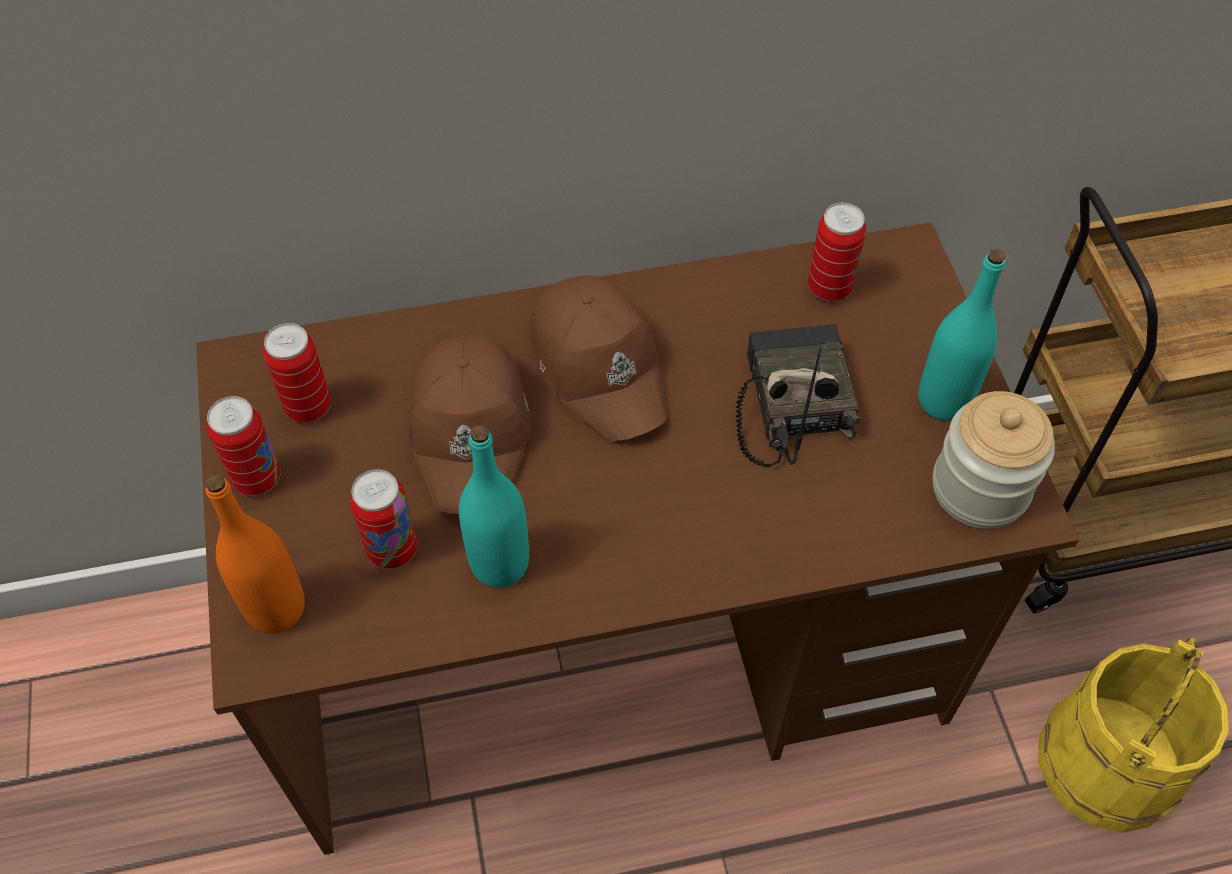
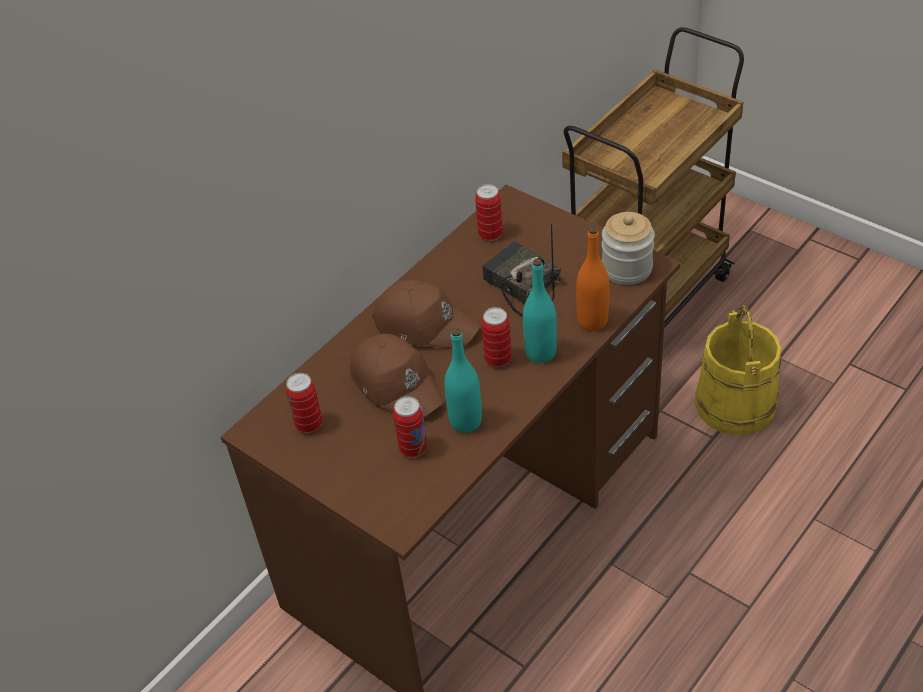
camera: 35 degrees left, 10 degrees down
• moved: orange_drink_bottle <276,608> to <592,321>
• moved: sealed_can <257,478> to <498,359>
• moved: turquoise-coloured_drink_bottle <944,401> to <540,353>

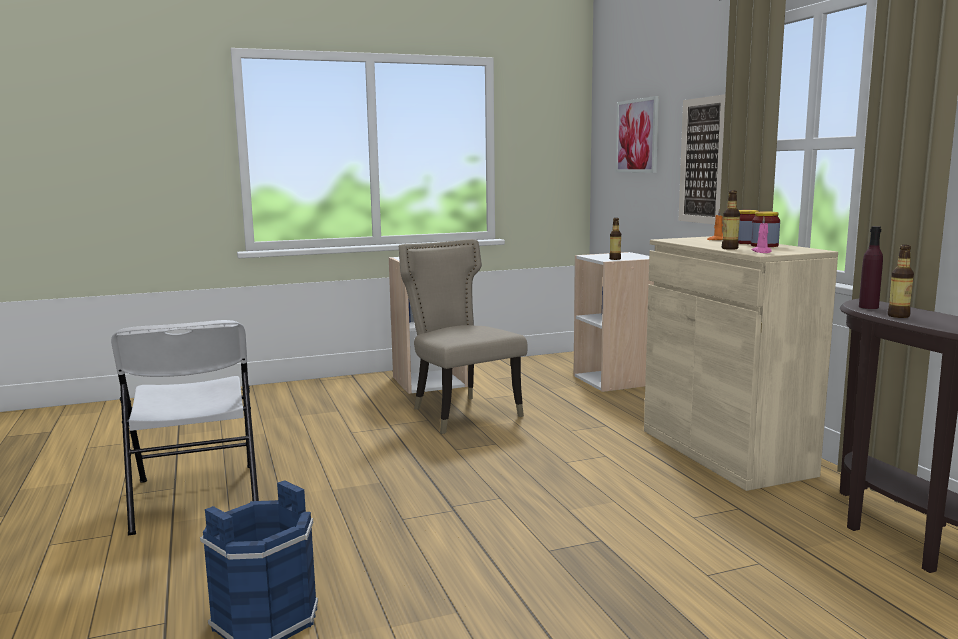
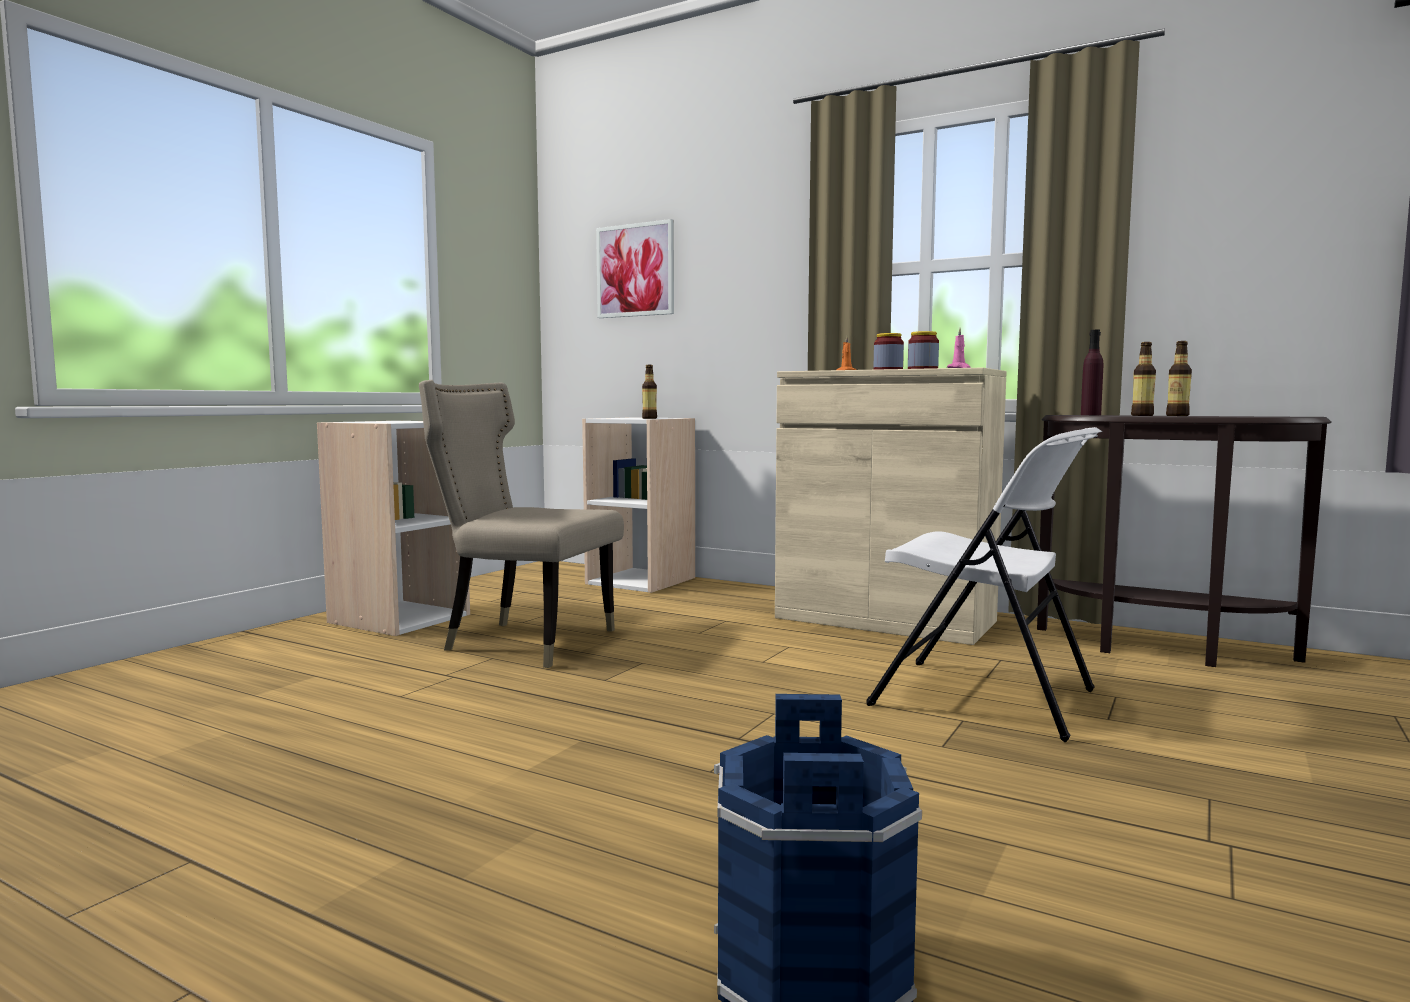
camera: 40 degrees left, 5 degrees down
• moved: whitish_plain_chair <196,498> to <983,698>
• removed: picture <702,161>
• moved: drink_bottle <729,248> to <1177,416>

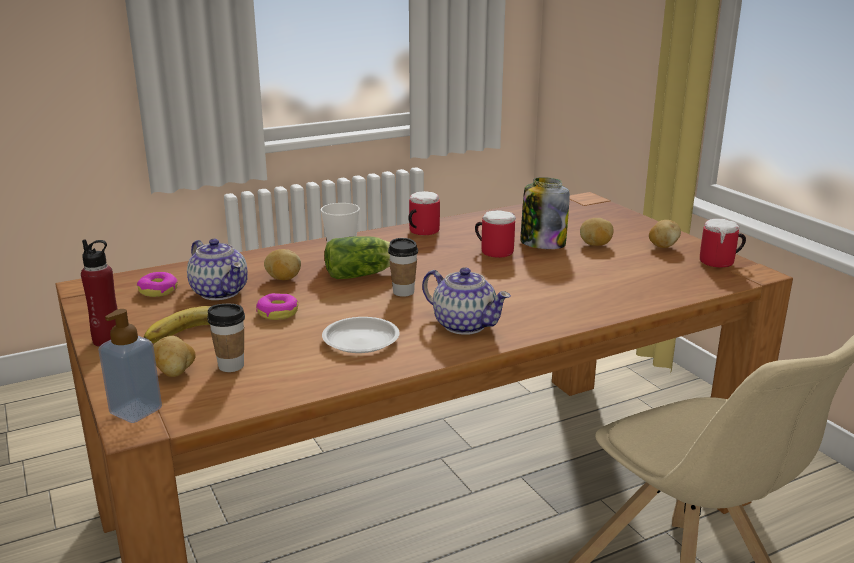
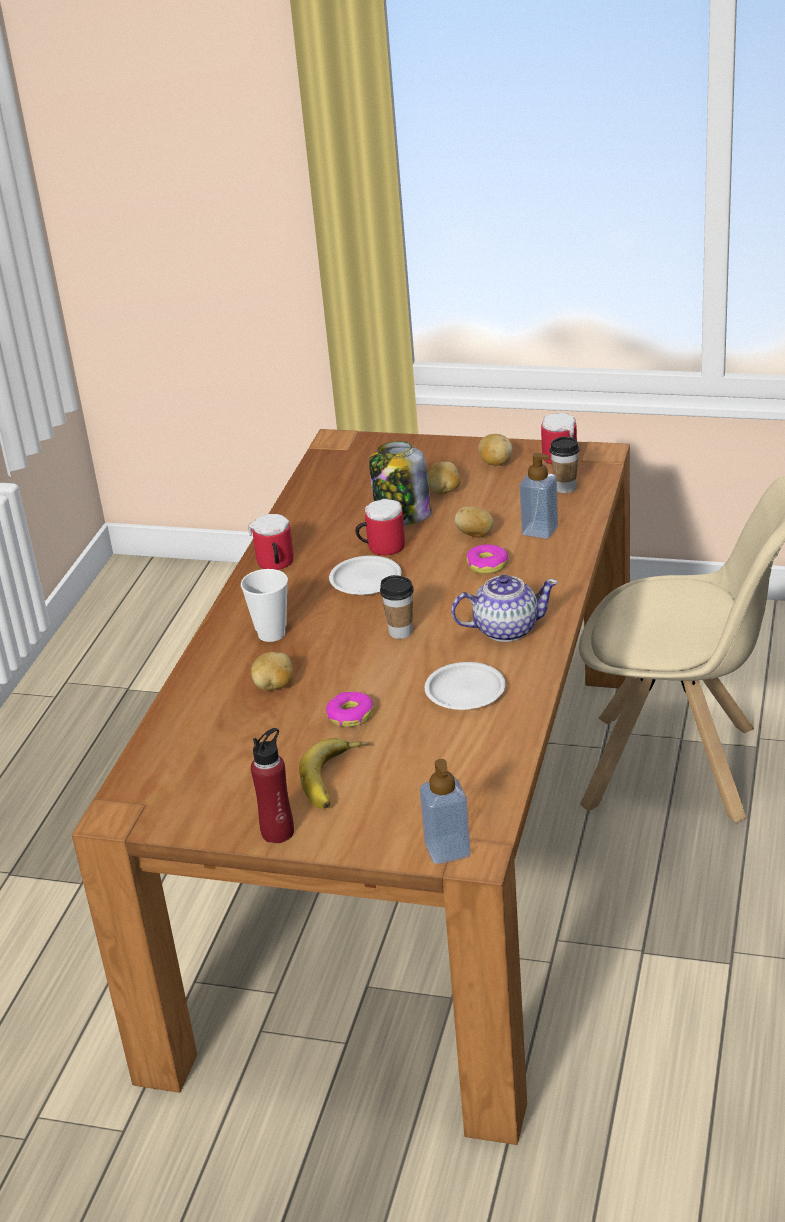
camera: 45 degrees left, 10 degrees up
• moved: doughnut <158,291> to <487,565>
• moved: potato <175,373> to <475,535>
• removed: tea_pot <220,292>
• moved: drinking_cup <231,366> to <565,488>
• removed: lettuce <363,275>
• added: whitish_flat_dish <366,581>
• added: soap_bottle <540,530>

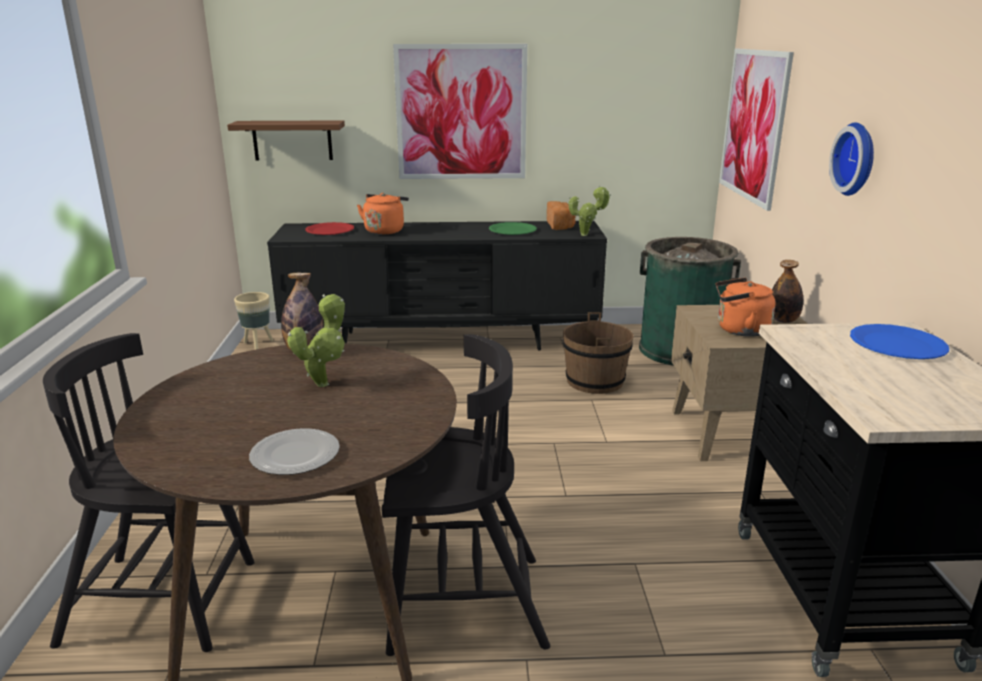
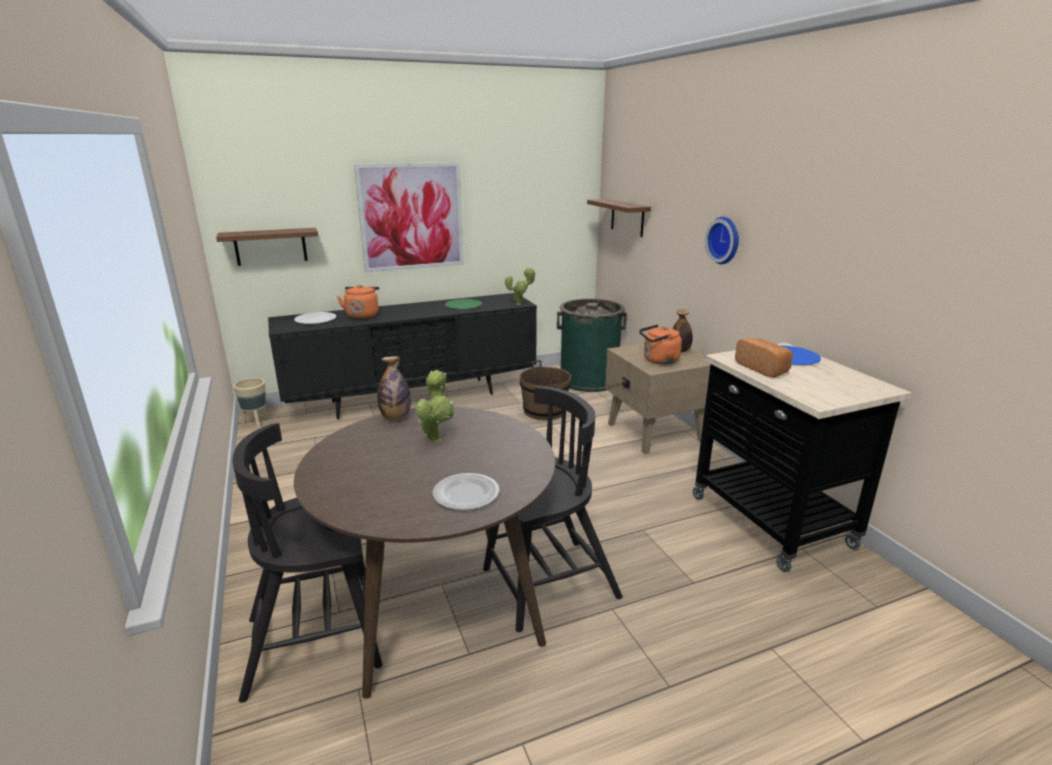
camera: 20 degrees left, 0 degrees up
• recoloured: reddish_flat_dish <330,230> to whitish_flat_dish <315,319>
• moved: bakery_bread <561,226> to <763,368>
• replaced: picture <753,125> to brown-coloured_bracket_shelf <627,217>

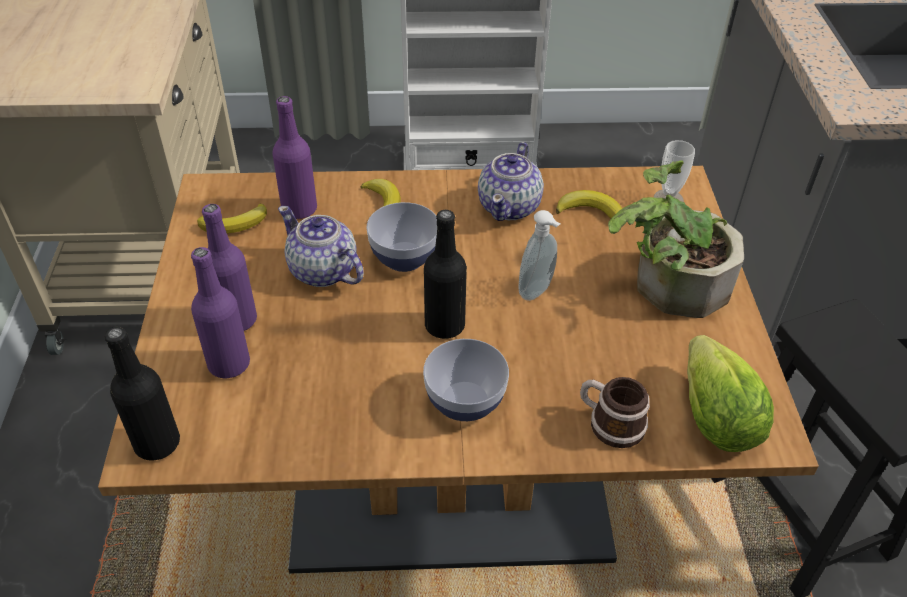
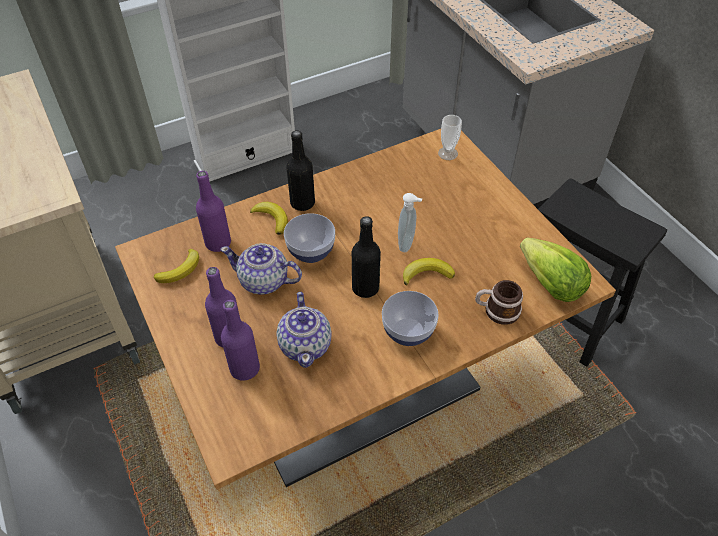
camera: 25 degrees left, 5 degrees up
• moved: black-coloured_drink_bottle <157,443> to <302,203>
• moved: tea_pot <510,206> to <306,345>
• moved: banana <590,211> to <426,274>
• removed: plant_in_a_pot <667,283>

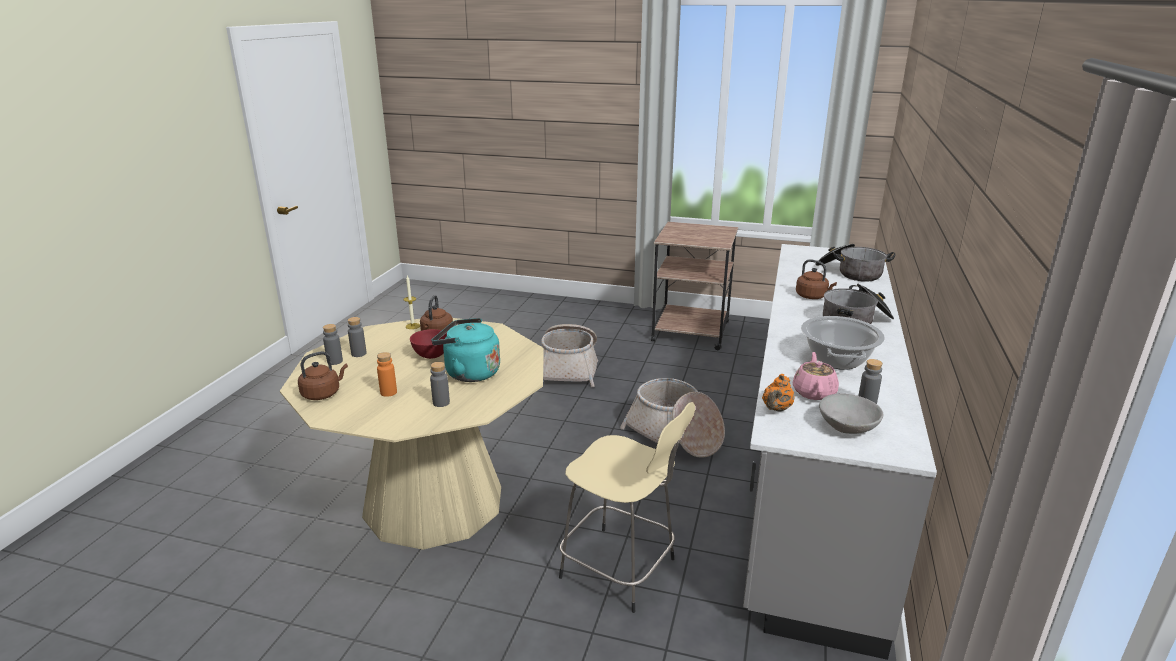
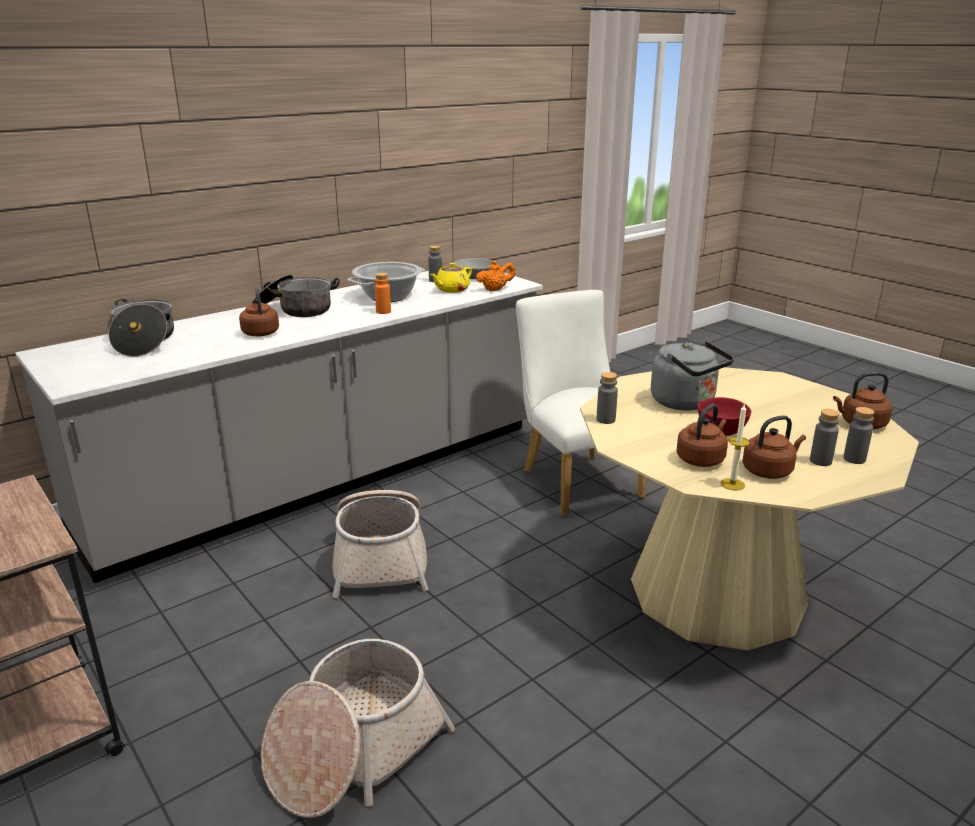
camera: 145 degrees left, 0 degrees up
• moved: orange_drink_bottle <388,392> to <383,311>
• moved: gray_drink_bottle <441,403> to <605,420>
• recoloured: turquoise-coloured_tea_kettle <469,373> to gray_tea_kettle <686,403>
• replaced: beige-coloured_stool_seat <621,570> to whitish_plain_chair <576,480>
• recoloured: pinkish_tea_pot <814,392> to yellow-coloured_tea_pot <451,290>
• added: brown-coloured_tea_kettle <769,471>

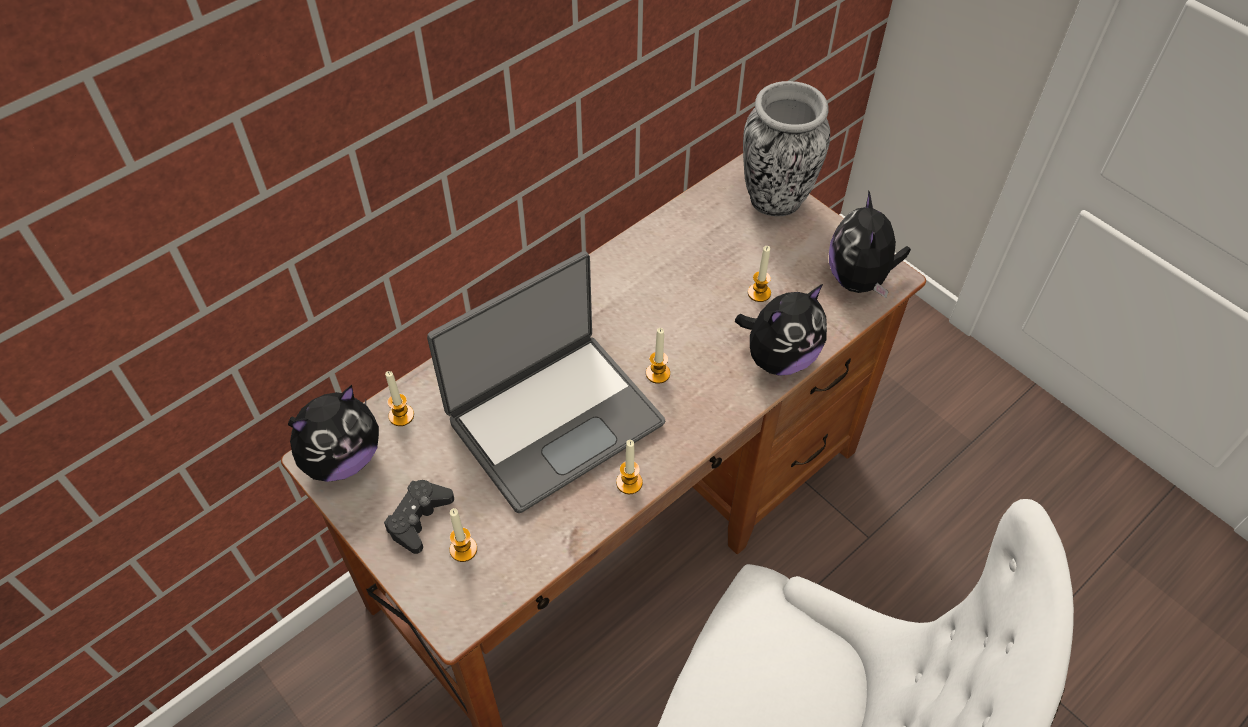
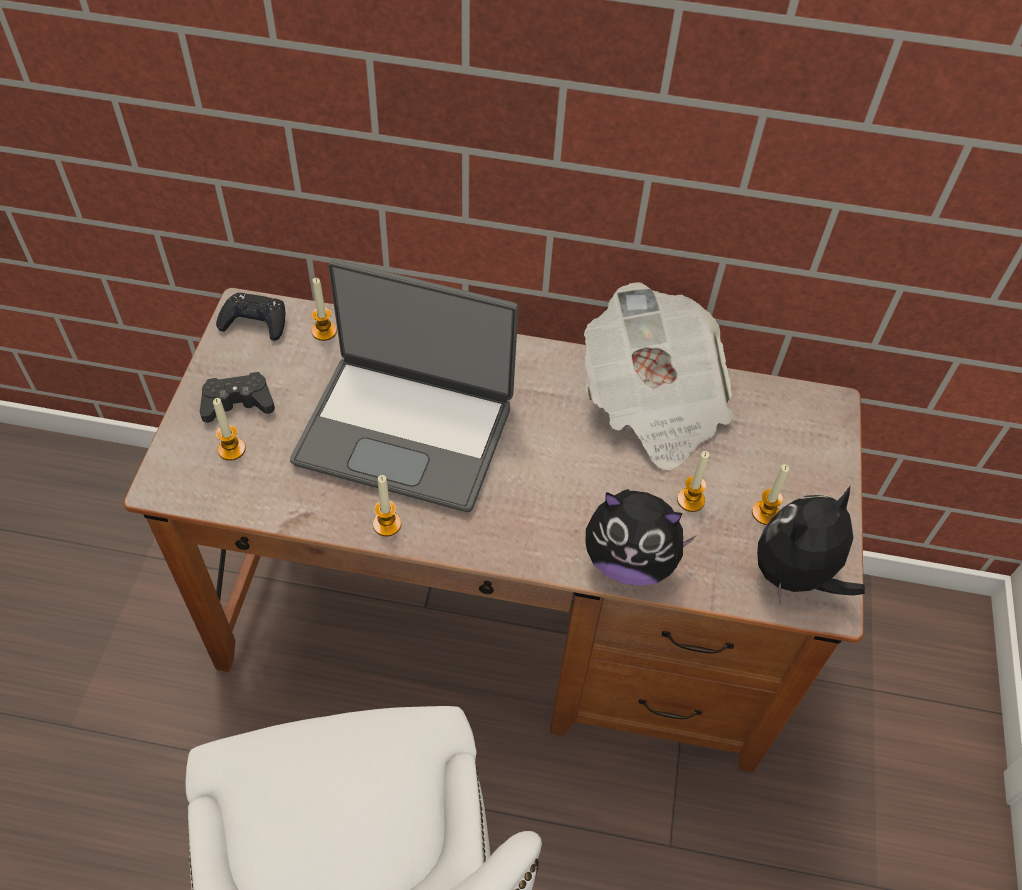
camera: 50 degrees right, 0 degrees up
• replaced: plush_toy <342,458> to black-coloured_joypad <255,322>
• moved: candle <658,373> to <765,513>
• removed: flower_vase <775,200>
• added: daily_paper <653,403>

